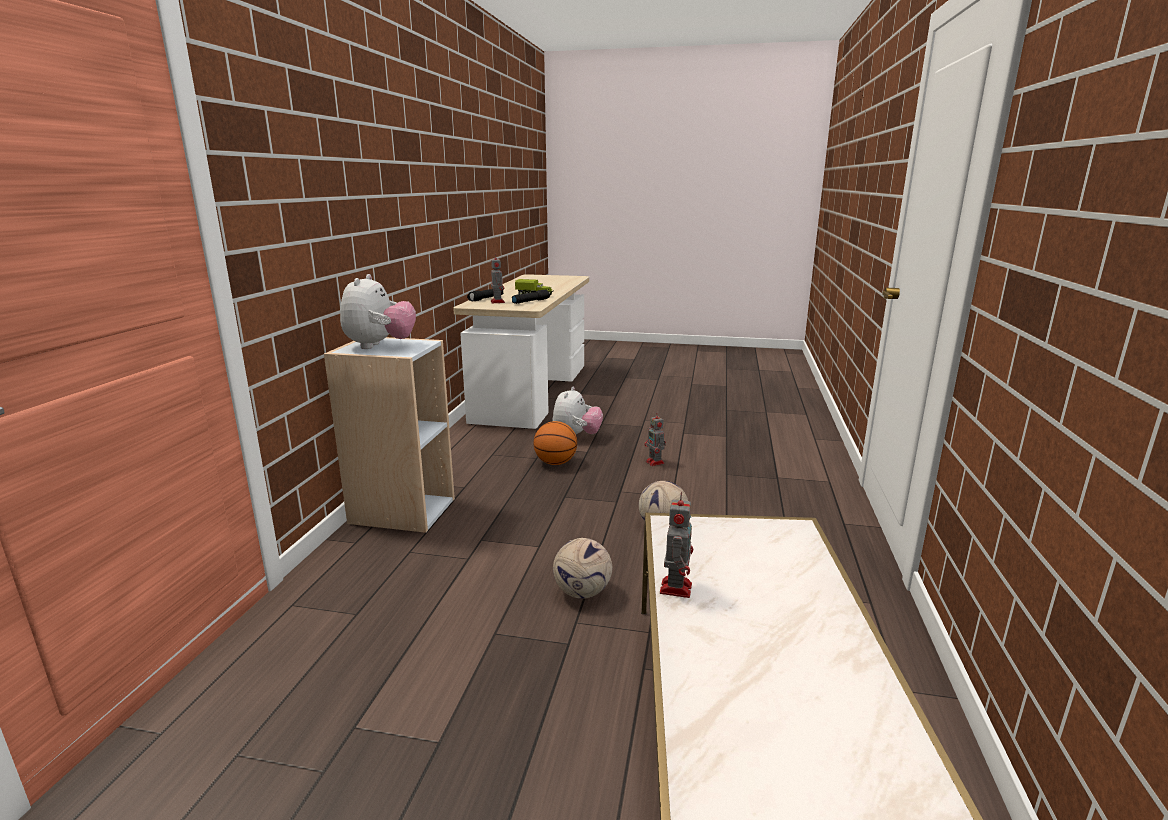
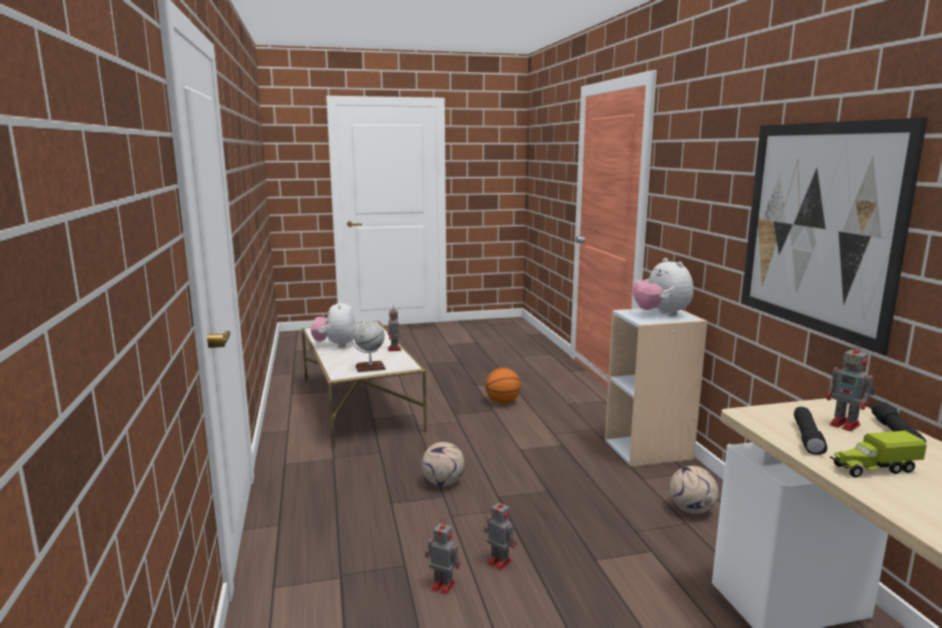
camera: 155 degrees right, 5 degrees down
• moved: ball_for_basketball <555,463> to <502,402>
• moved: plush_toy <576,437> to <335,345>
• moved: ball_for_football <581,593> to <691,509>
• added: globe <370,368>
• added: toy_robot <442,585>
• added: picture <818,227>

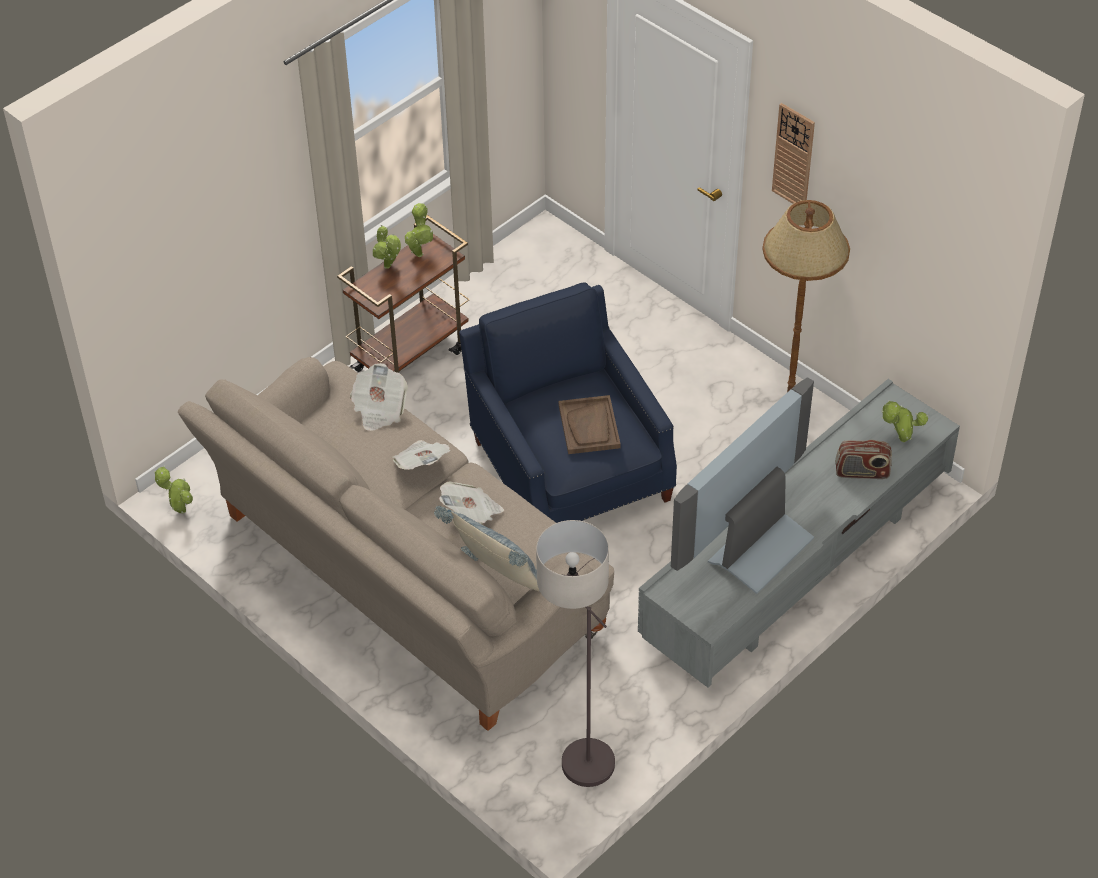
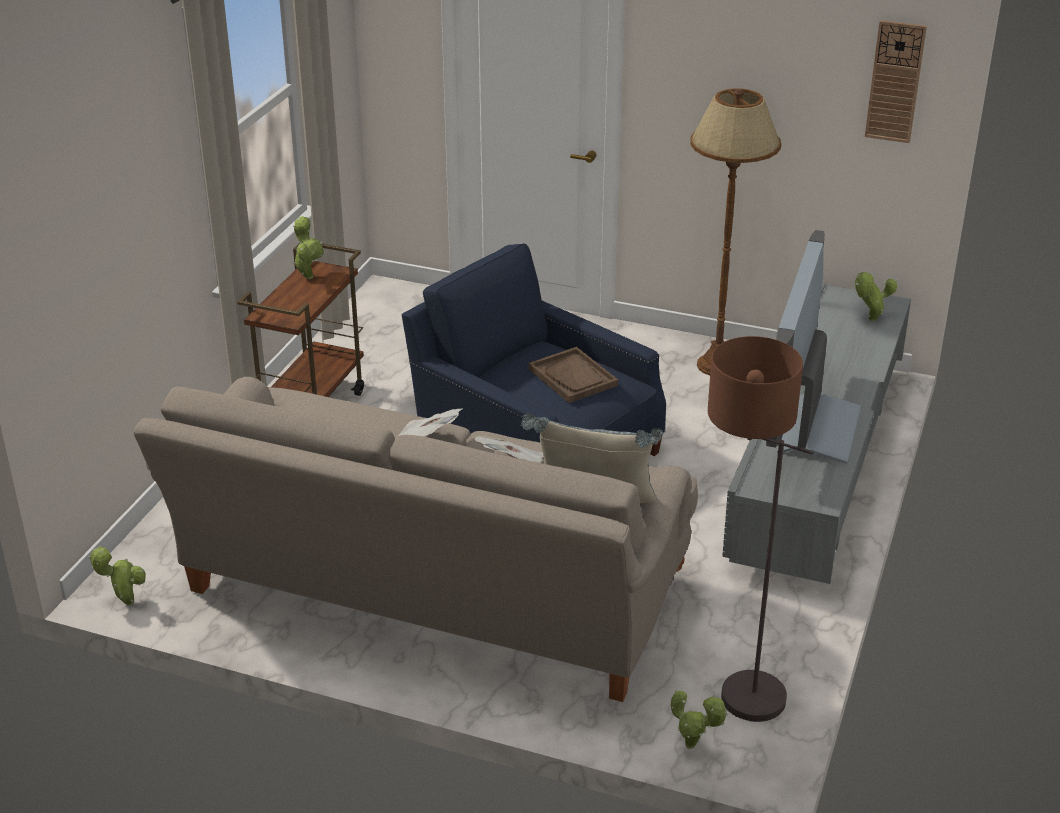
camera: 25 degrees left, 15 degrees down
• removed: daily_paper <379,409>
• moved: plant_in_a_pot <388,267> to <693,747>
• recoloured: gray_floor_lamp <578,753> to brown-coloured_floor_lamp <735,692>
• moved: hanging_clock <793,156> to <895,82>
• removed: radio <862,472>

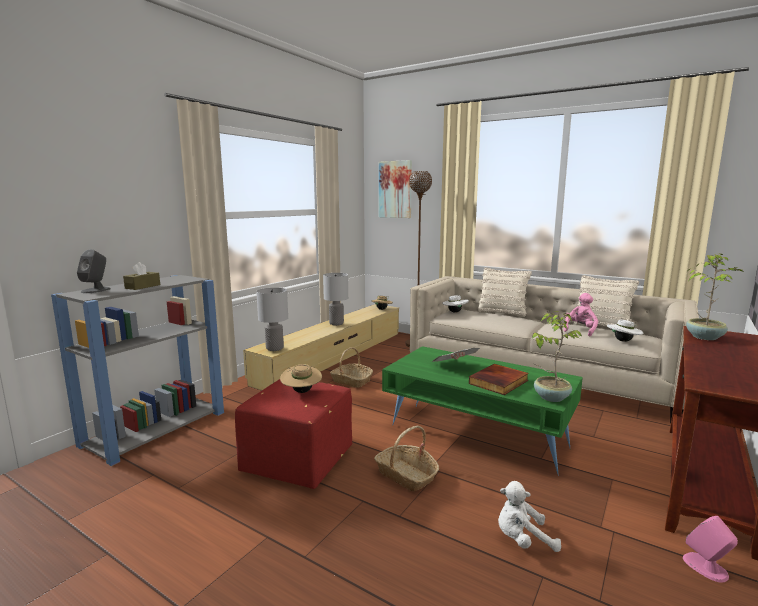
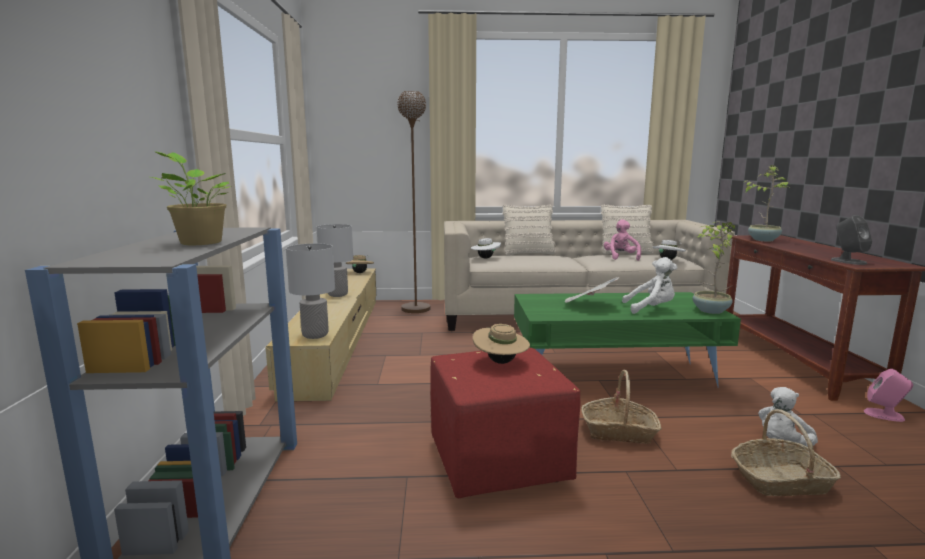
camera: 35 degrees left, 0 degrees up
• moved: gray_audio_speaker <96,290> to <848,261>
• replaced: brown-coloured_box_of_tissues <143,286> to plant_in_a_pot <199,242>
• moved: basket <351,381> to <781,481>
• removed: picture <395,189>
• replaced: volume <499,382> to whitish_plush_toy <651,309>

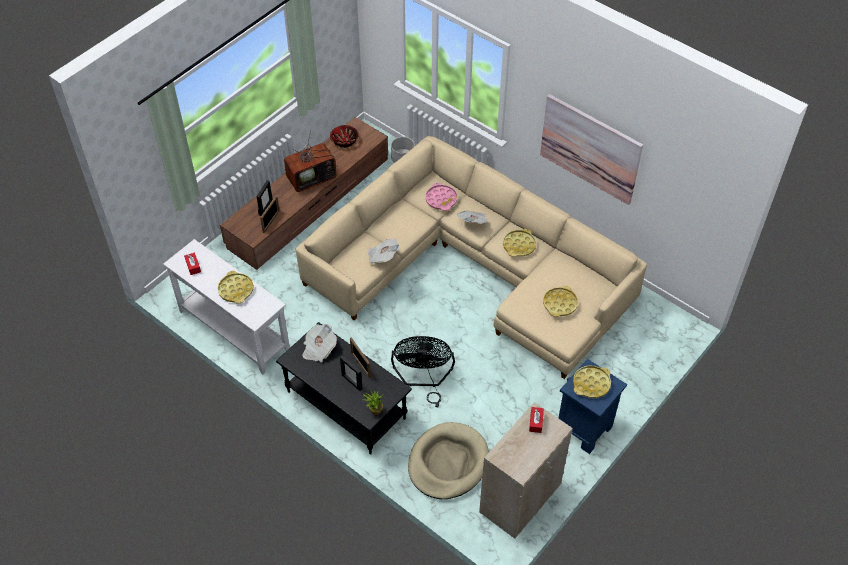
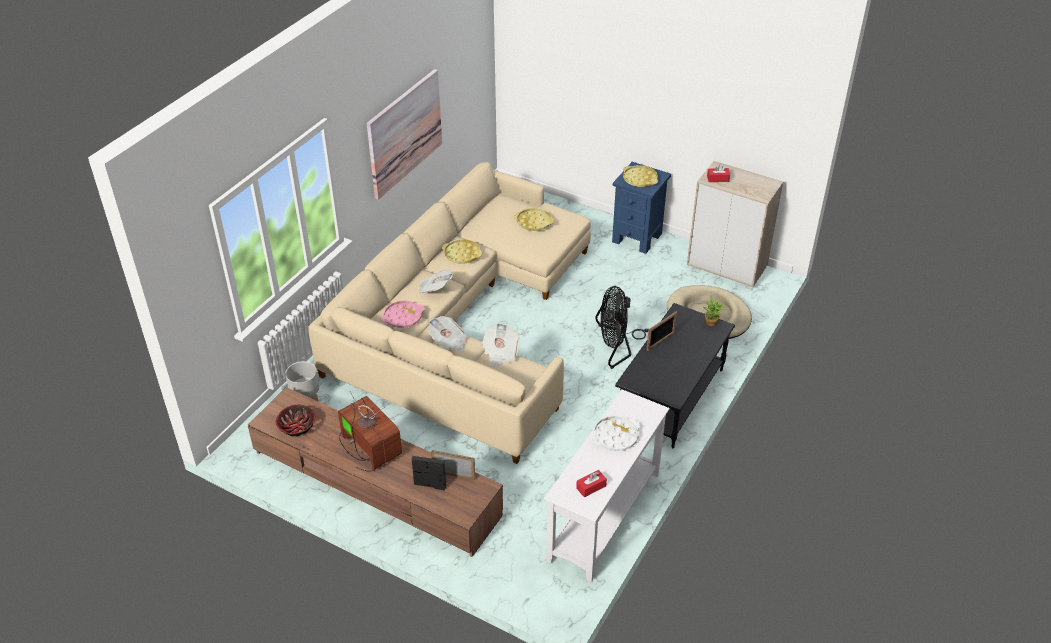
camera: 100 degrees left, 10 degrees down
• recoloured: yellow-coloured_serving_tray <236,290> to whitish_serving_tray <615,436>
• moved: daily_paper <318,349> to <448,342>
• removed: picture_frame <352,381>

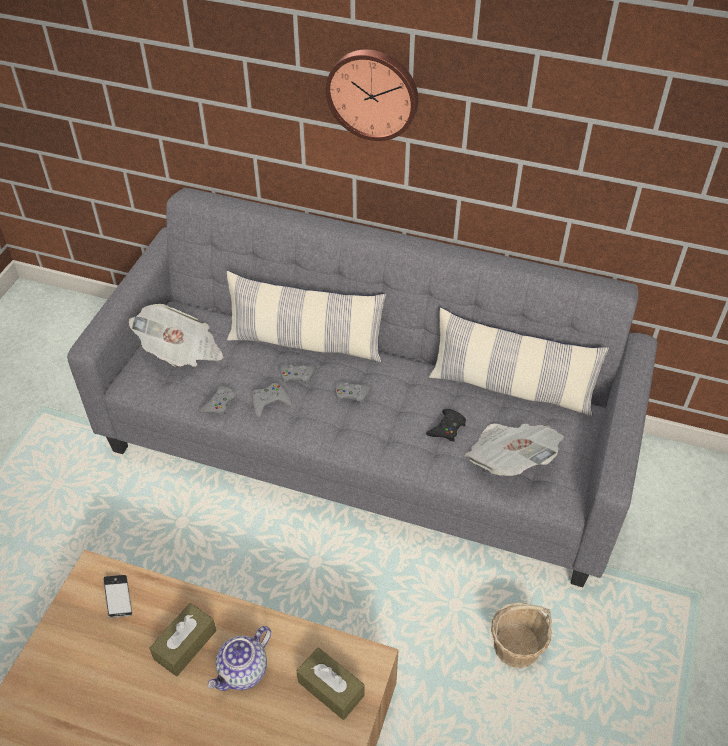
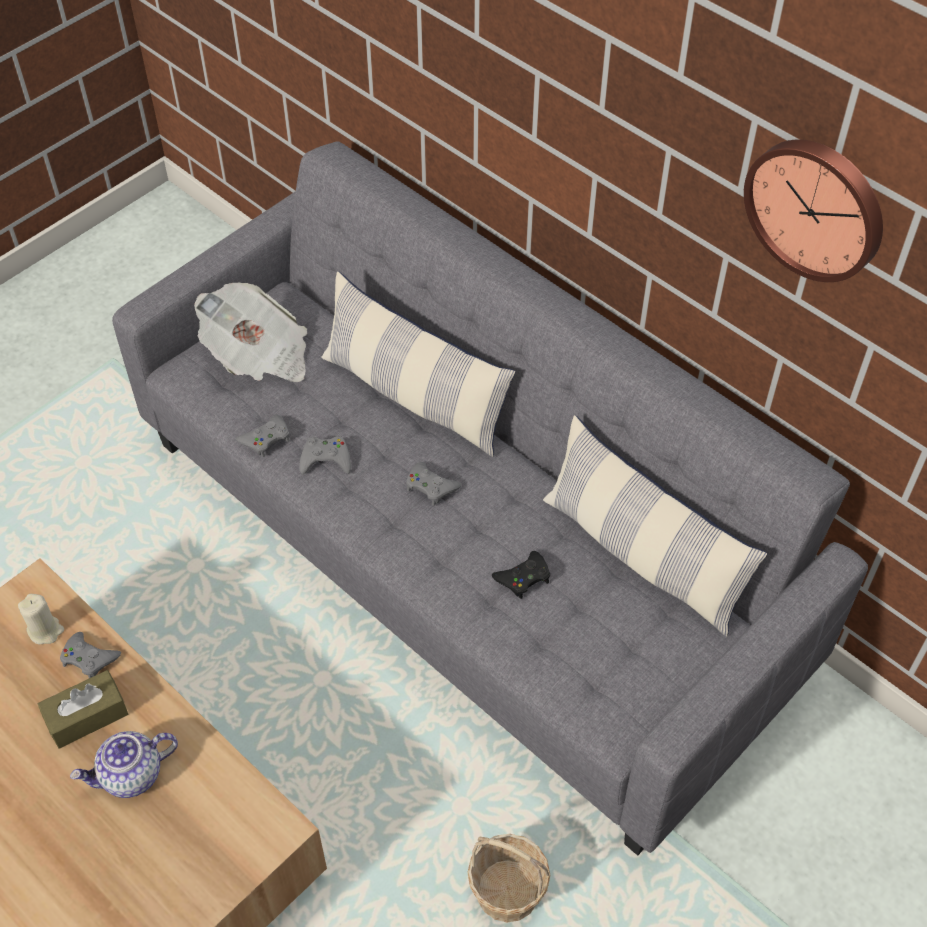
camera: 25 degrees right, 5 degrees up
• replaced: telephone <118,598> to beige-coloured_candle <45,630>
• moved: gray_joypad <297,376> to <89,658>
• removed: brown-coloured_box_of_tissues <331,688>
• moved: hanging_clock <373,93> to <816,207>
• removed: daily_paper <509,460>

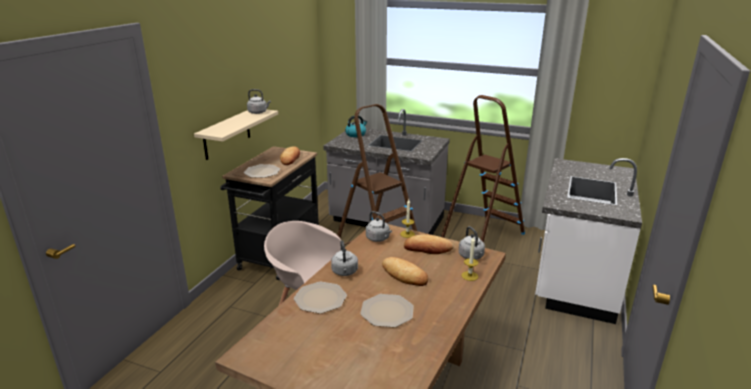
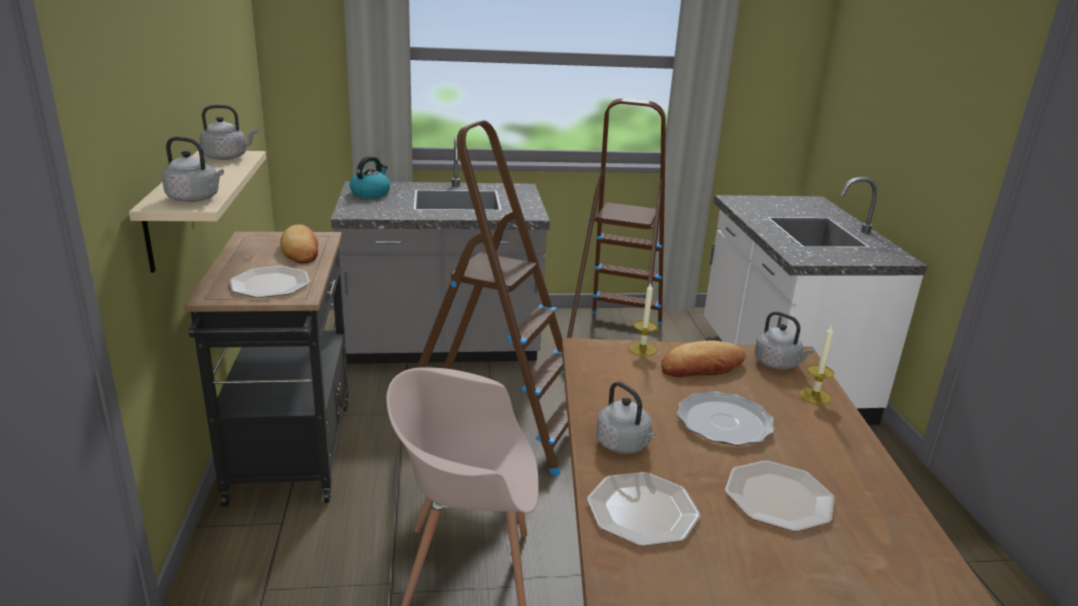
camera: 30 degrees left, 0 degrees up
• moved: gray_tea_kettle <378,238> to <196,199>
• replaced: bakery_bread <404,275> to flat_dish <724,422>

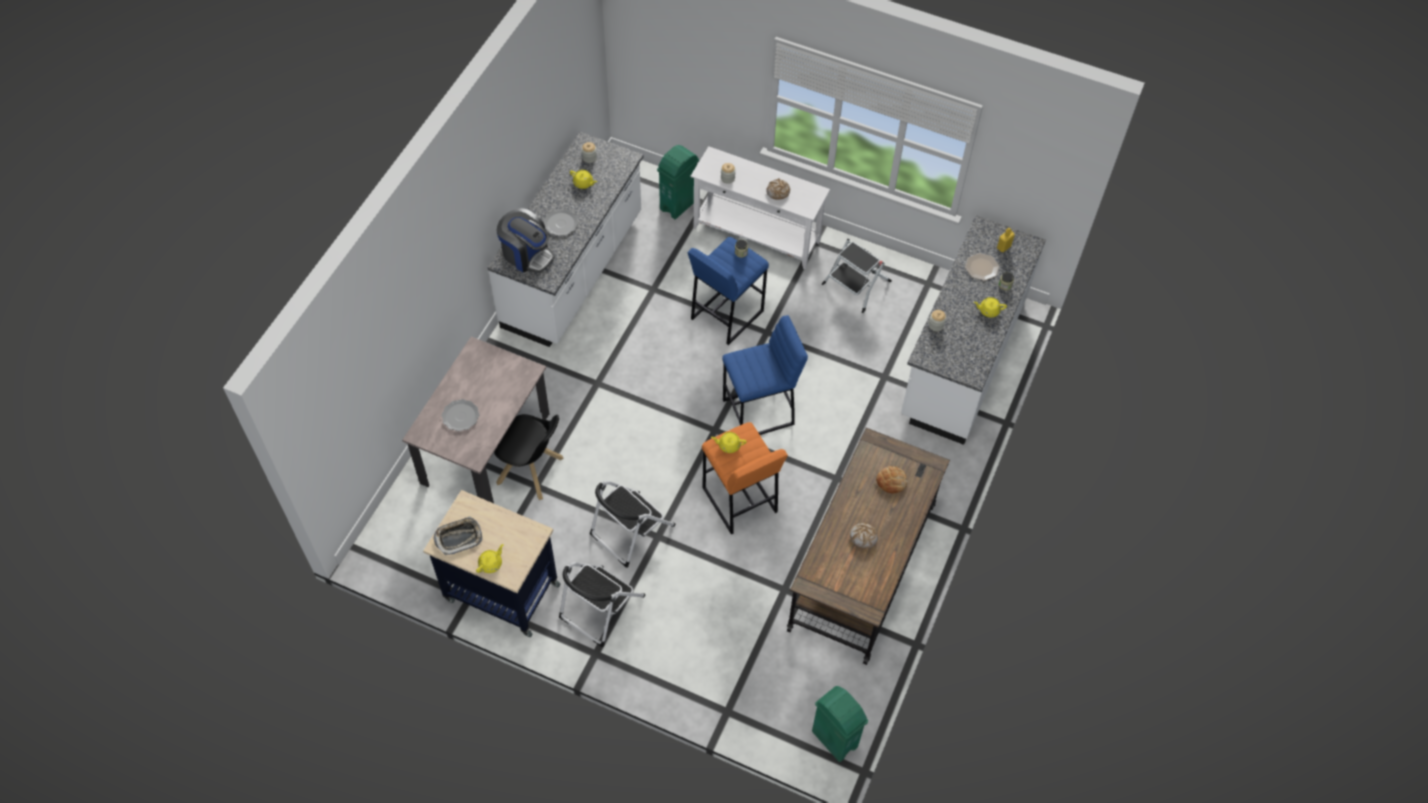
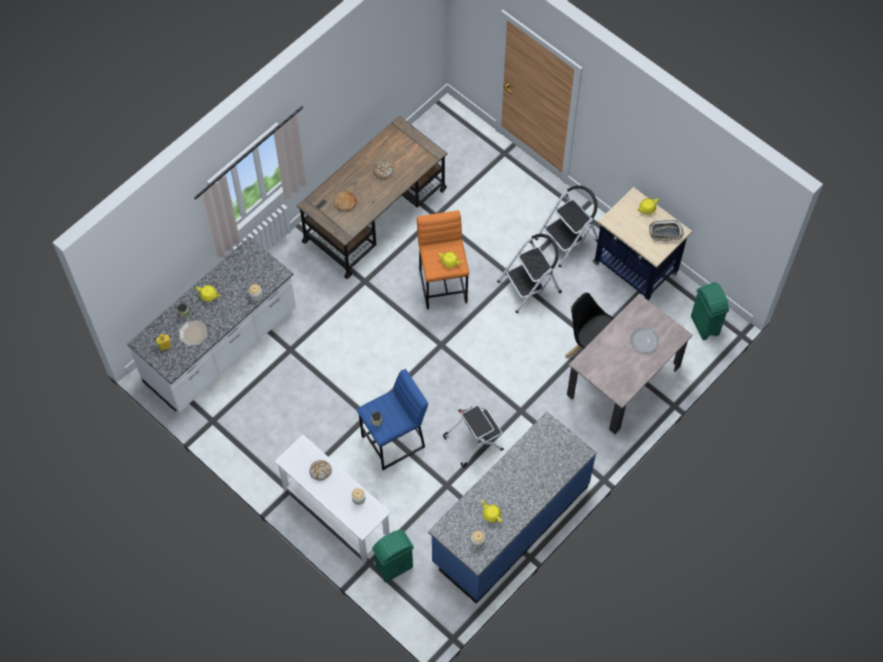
camera: 160 degrees left, 5 degrees up
• recoloured: whitish_kitchen_counter <574,271> to blue_kitchen_counter <509,524>
• removed: coffee_brewer <527,254>
• removed: flat_dish <560,223>
• removed: blue_stool_seat <760,411>
• moved: green_waste_bin <834,738> to <704,326>
• moved: step_ladder <857,284> to <473,440>

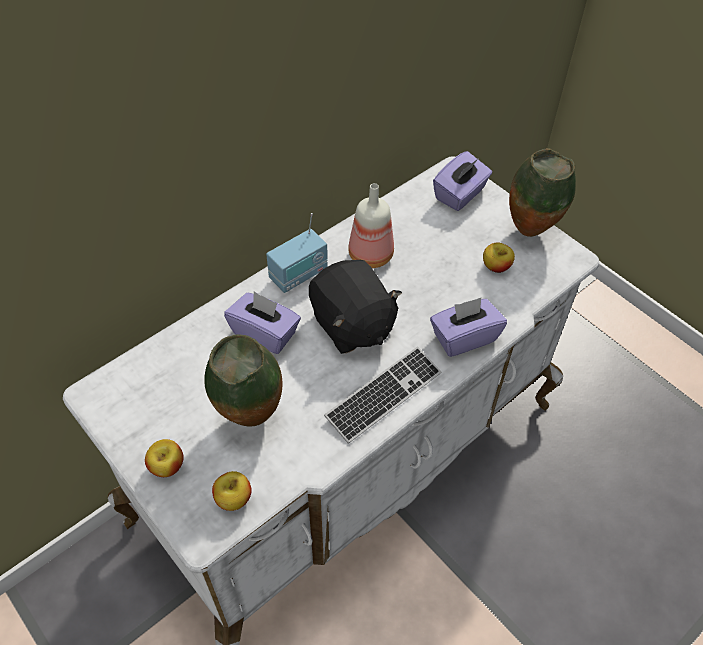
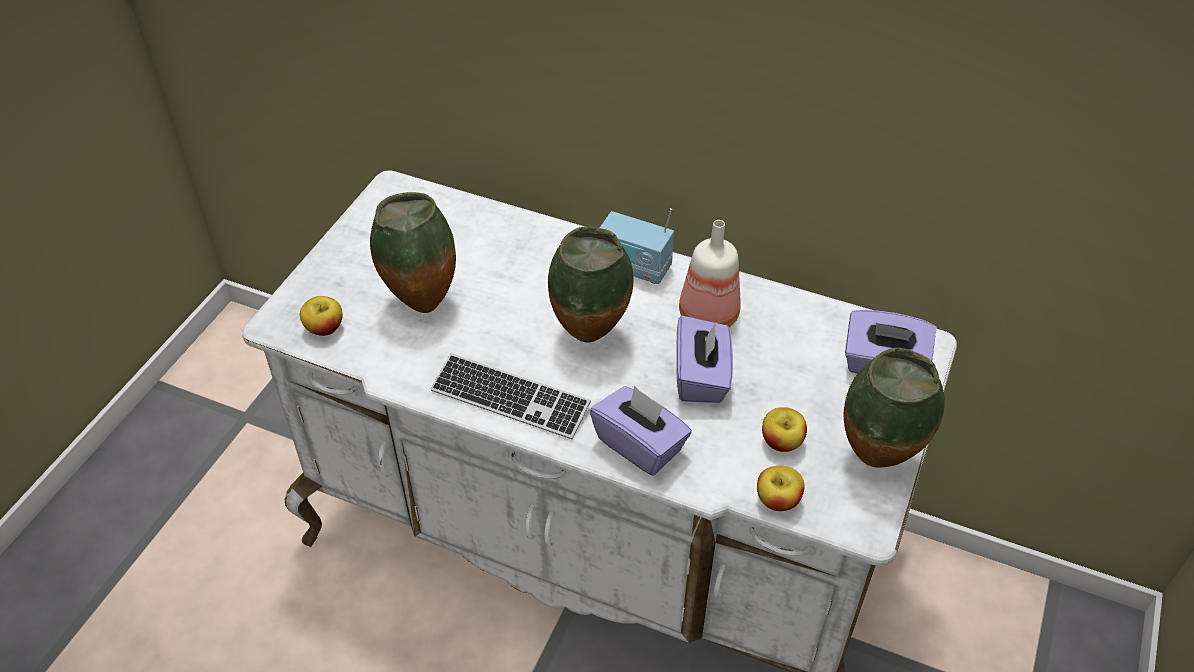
camera: 65 degrees right, 5 degrees down
• moved: apple_fruit <167,466> to <777,500>
• moved: purplish_box_of_tissues <265,333> to <701,377>
• replaced: black-coloured_plush_toy <351,325> to flower_vase <592,337>

